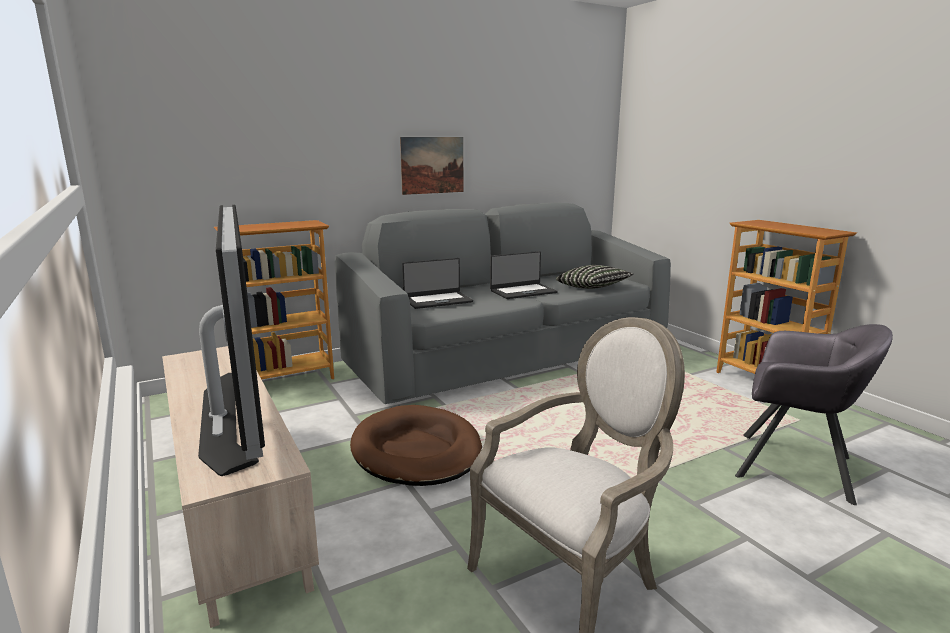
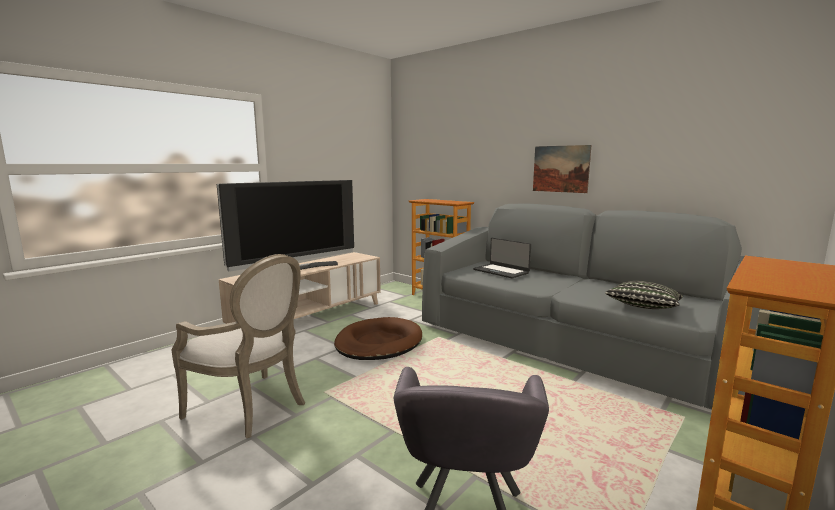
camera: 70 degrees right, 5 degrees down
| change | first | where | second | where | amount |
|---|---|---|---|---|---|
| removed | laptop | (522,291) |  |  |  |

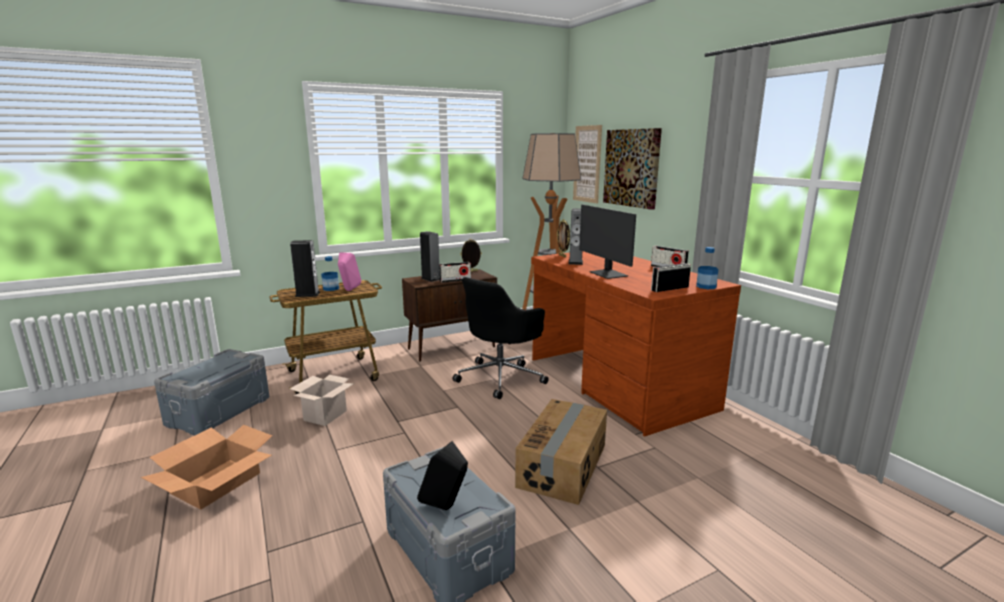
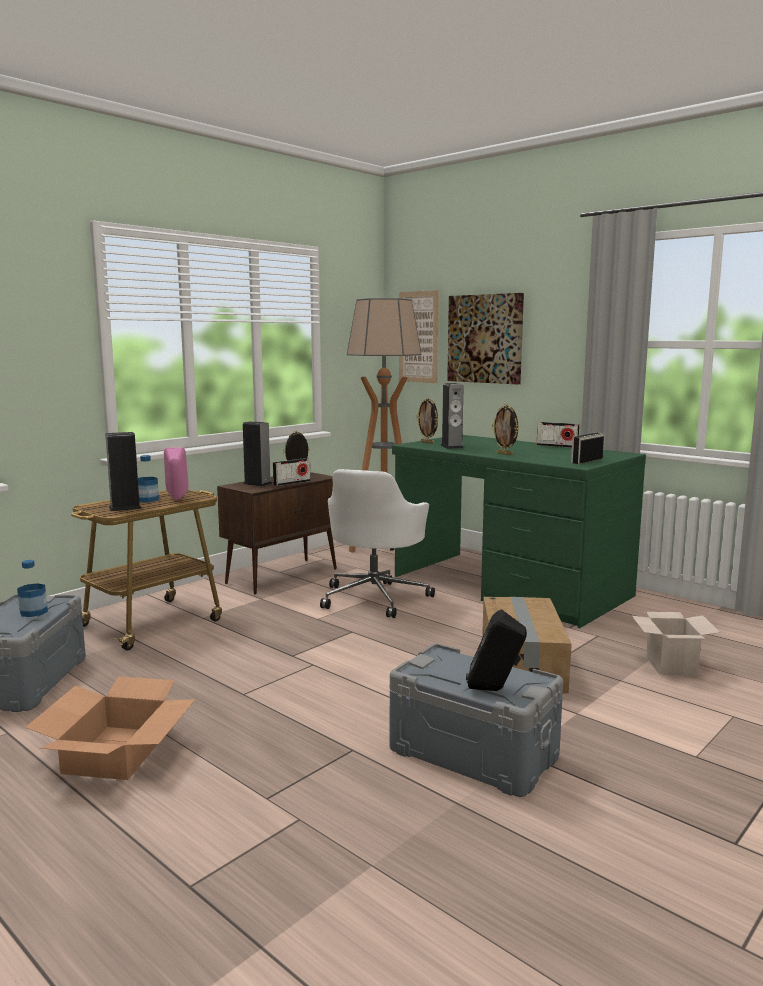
camera: 20 degrees left, 5 degrees down
| change | first | where | second | where | amount |
|---|---|---|---|---|---|
| moved | bottle | (706,286) |  | (34,612) |  |
| recoloured | black office chair | (501,377) | white office chair | (375,597) |  |
| recoloured | brown desk | (617,383) | green desk | (509,586) |  |
| replaced | monitor | (607,274) | picture frame | (505,454) |  |
| moved | cardboard box | (325,415) |  | (669,665) |  |

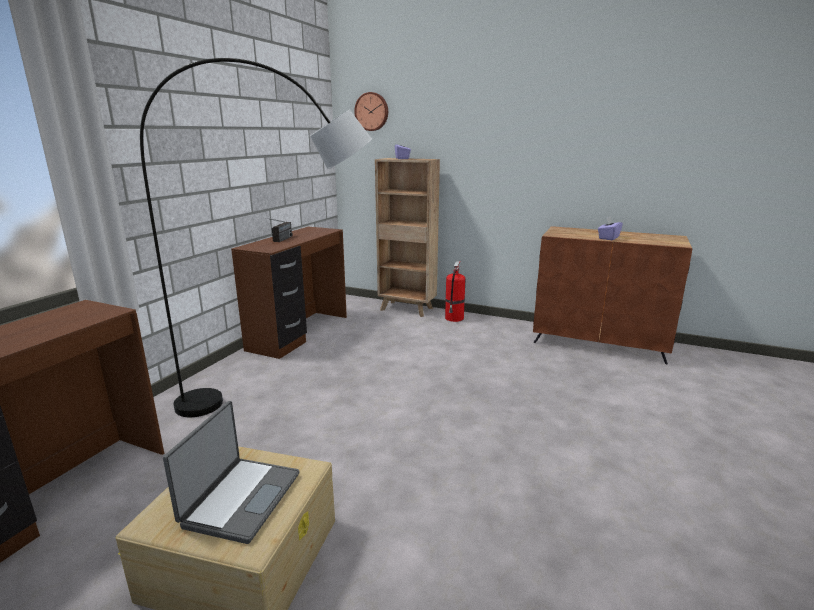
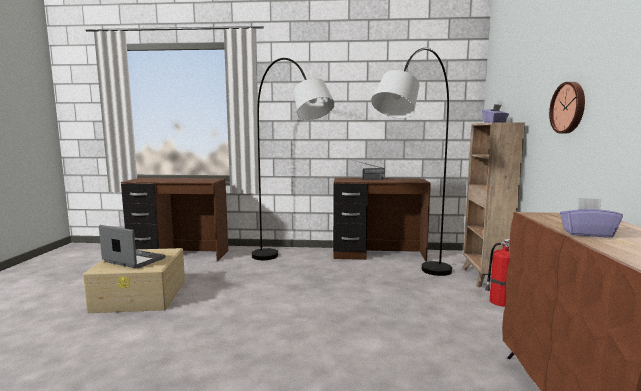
camera: 70 degrees right, 10 degrees down
| change | first | where | second | where | amount |
|---|---|---|---|---|---|
| turned | laptop | (240,499) |  | (133,260) | 150 degrees counterclockwise |
| added |  |  | grey floor lamp | (413,288) |  |
| moved | wall clock | (372,111) |  | (569,108) |  |

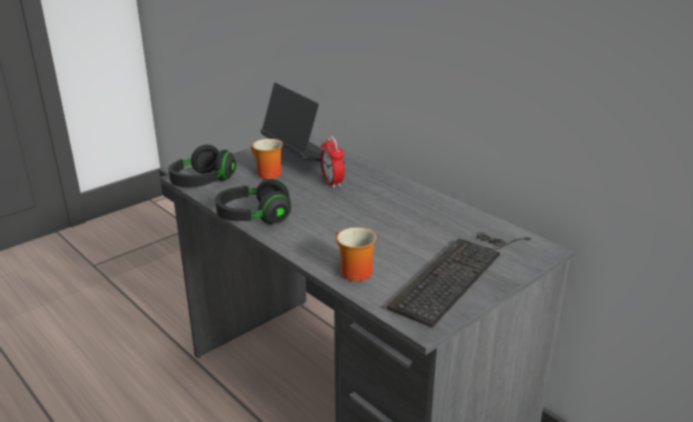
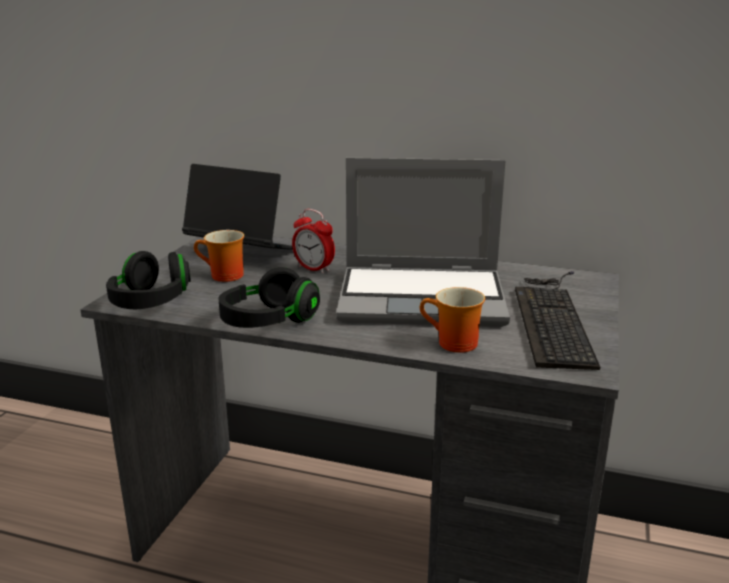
camera: 30 degrees left, 5 degrees down
| change | first | where | second | where | amount |
|---|---|---|---|---|---|
| added |  |  | laptop | (424,298) |  |

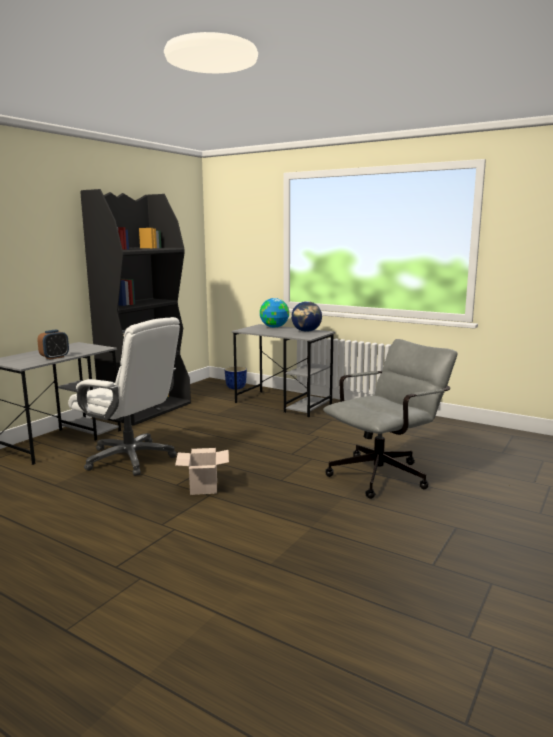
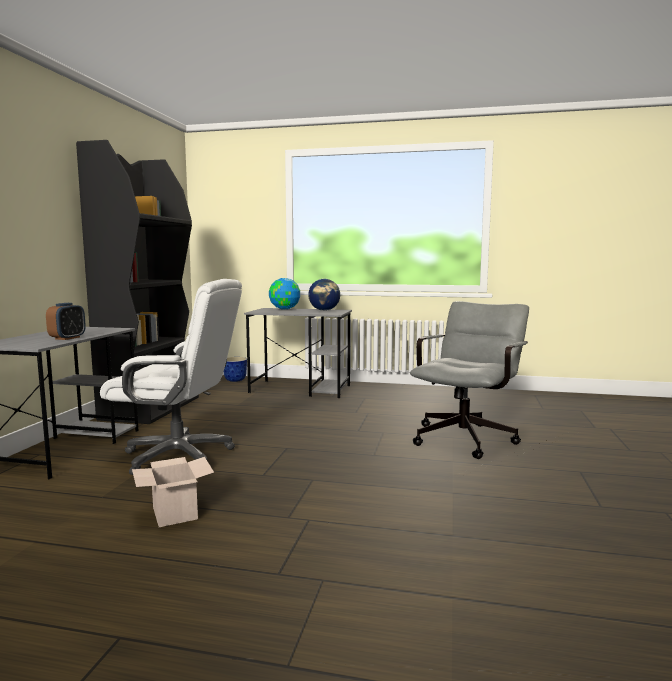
camera: 20 degrees left, 5 degrees down
| change | first | where | second | where | amount |
|---|---|---|---|---|---|
| moved | cardboard box | (203,486) |  | (173,513) |  |

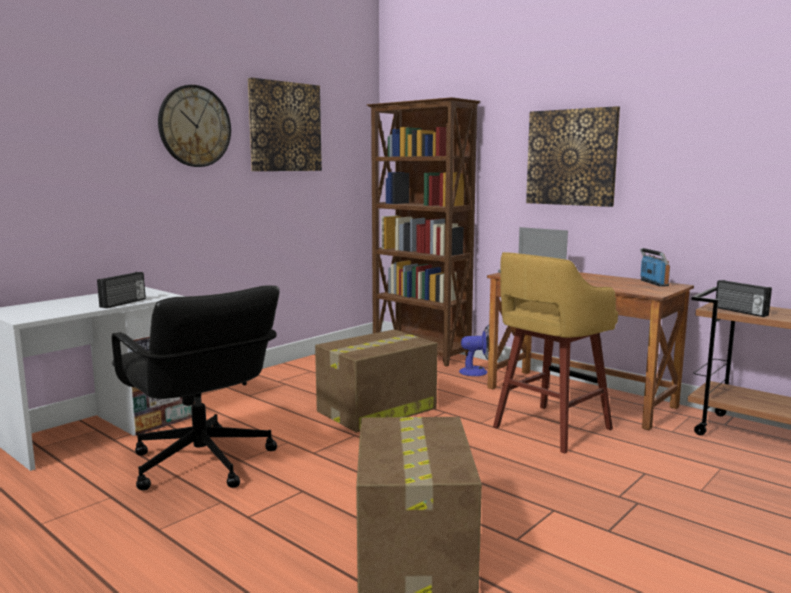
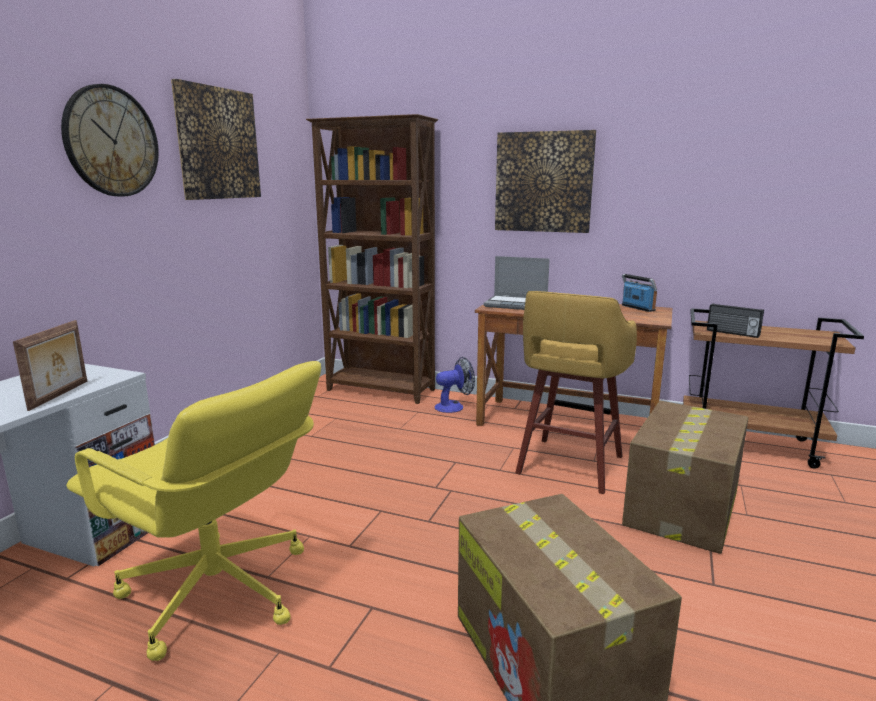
camera: 20 degrees left, 5 degrees up
| change | first | where | second | where | amount |
|---|---|---|---|---|---|
| replaced | radio | (124,303) | picture frame | (60,395) |  |
| recoloured | black office chair | (201,463) | yellow office chair | (217,593) |  |
| moved | cardboard box | (375,410) |  | (681,509) |  |

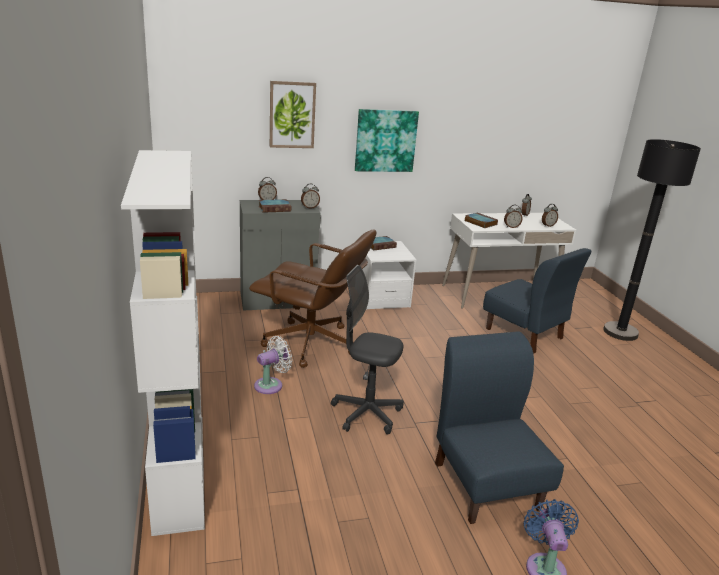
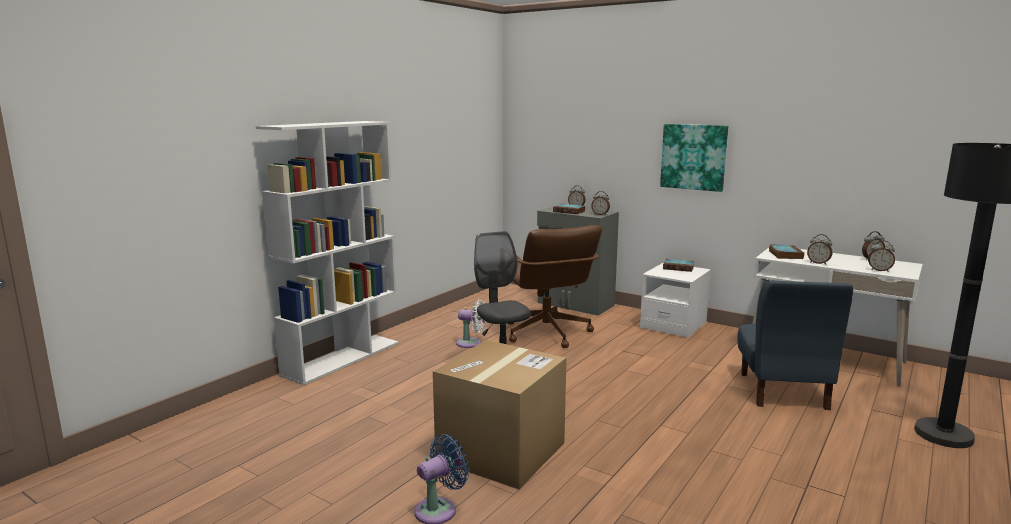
camera: 50 degrees right, 10 degrees down
| change | first | where | second | where | amount |
|---|---|---|---|---|---|
| replaced | blue chair | (486,484) | cardboard box | (501,451) |  |
| removed | picture | (292,115) |  |  |  |

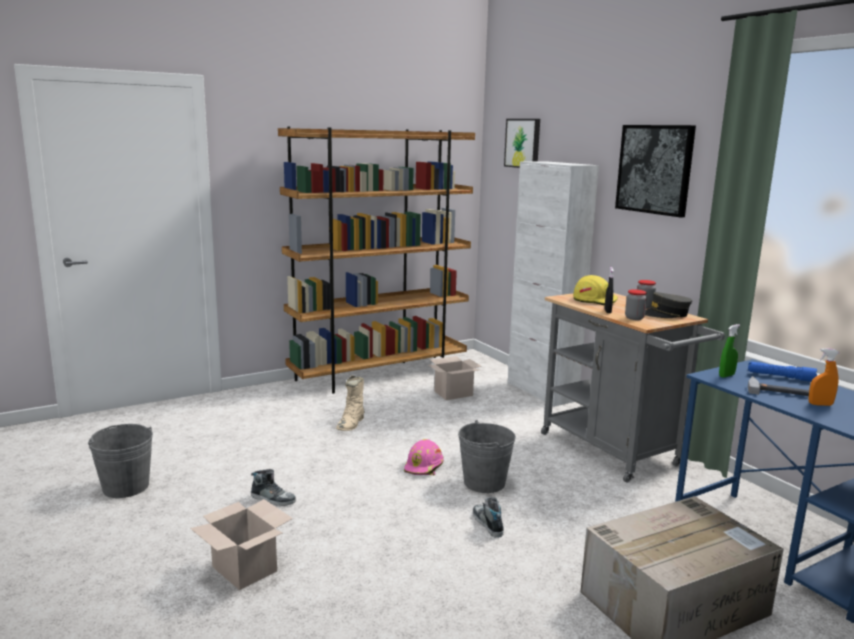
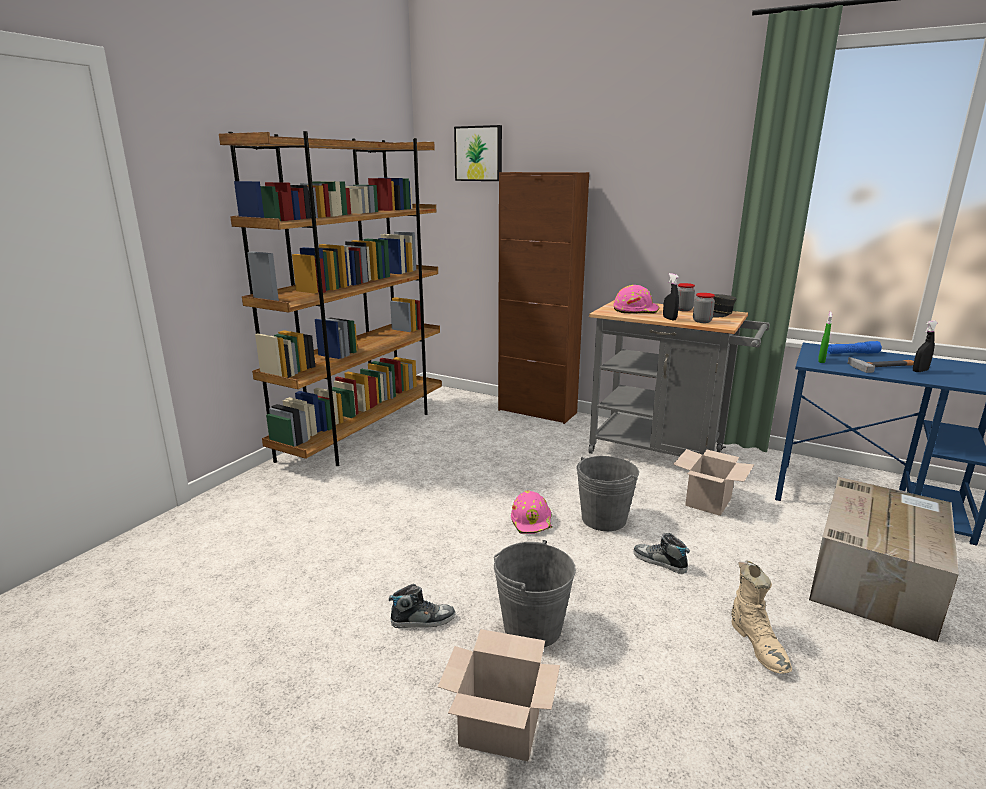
camera: 30 degrees left, 5 degrees up
| change | first | where | second | where | amount |
|---|---|---|---|---|---|
| moved | grey bucket | (126,487) |  | (532,627) |  |
| recoloured | white cabinet | (541,391) | brown cabinet | (537,411) |  |
| recoloured | yellow hard hat | (595,300) | pink hard hat | (635,310) |  |
| moved | cardboard box | (454,393) |  | (708,501) |  |
| moved | beige boot | (351,424) |  | (758,645) |  |
| recoloured | orange spray bottle | (820,404) | black spray bottle | (920,371) |  |
| removed | picture | (655,169) |  |  |  |

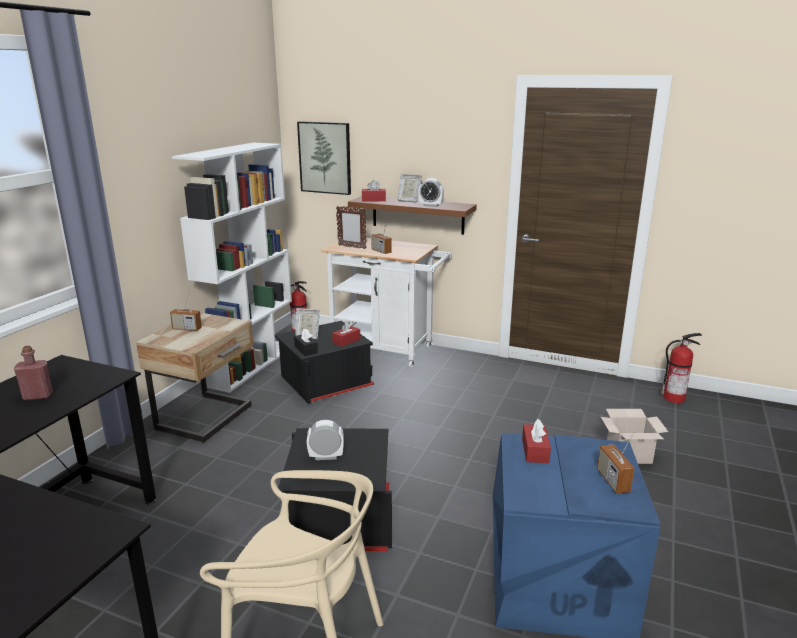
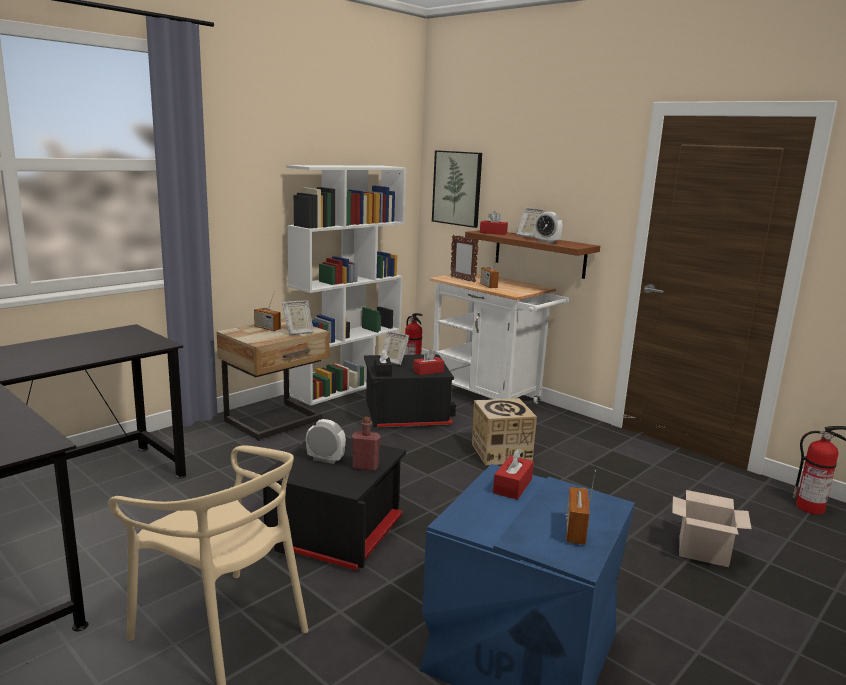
camera: 20 degrees right, 5 degrees down
| change | first | where | second | where | amount |
|---|---|---|---|---|---|
| added |  |  | picture frame | (298,332) |  |
| moved | red bottle | (38,396) |  | (365,467) |  |
| added |  |  | cardboard box | (501,452) |  |

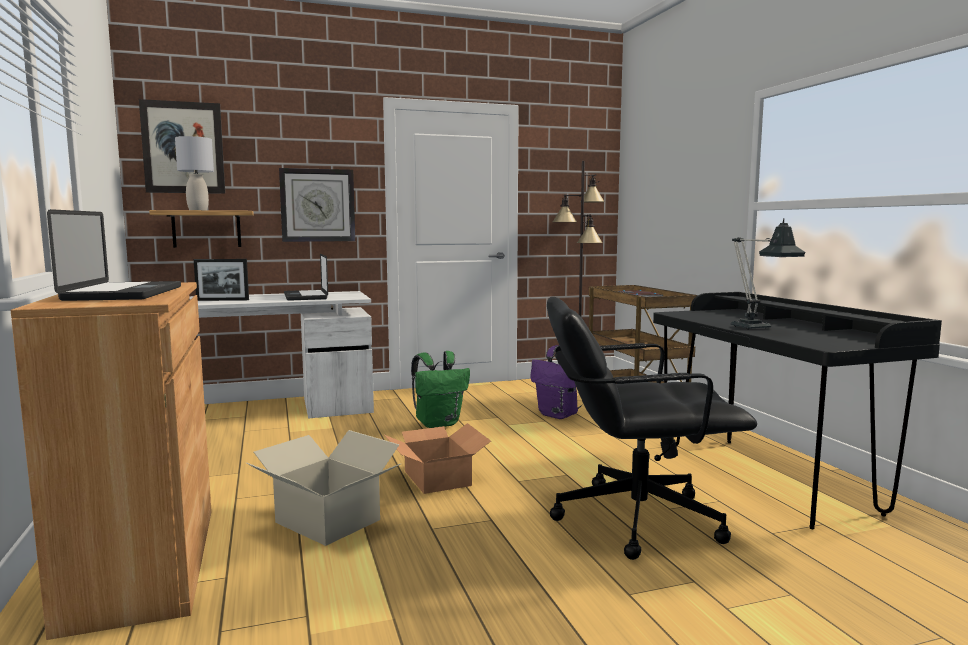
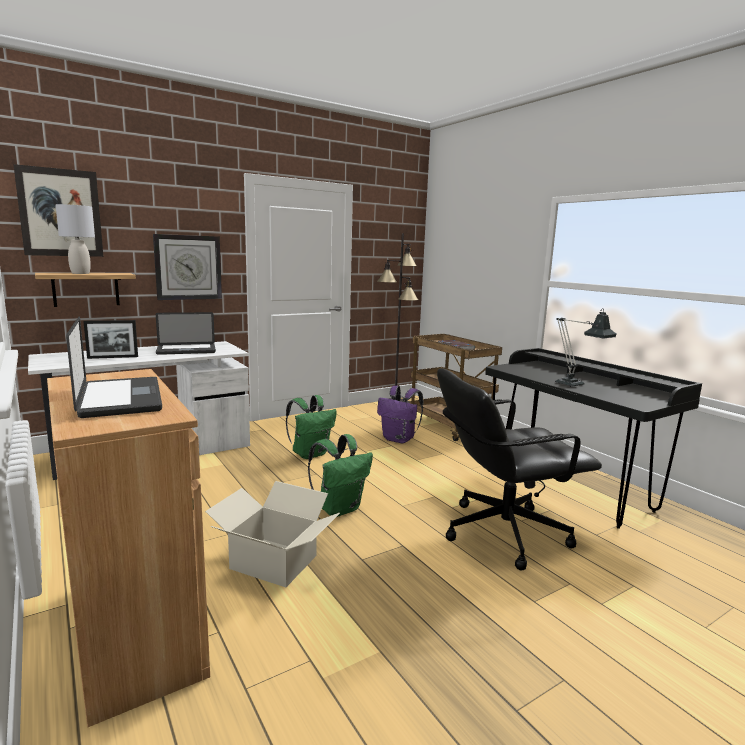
camera: 15 degrees left, 5 degrees up
| change | first | where | second | where | amount |
|---|---|---|---|---|---|
| turned | laptop | (305,296) |  | (186,350) | 75 degrees counterclockwise |
| replaced | cardboard box | (438,478) | green backpack | (339,508) |  |

